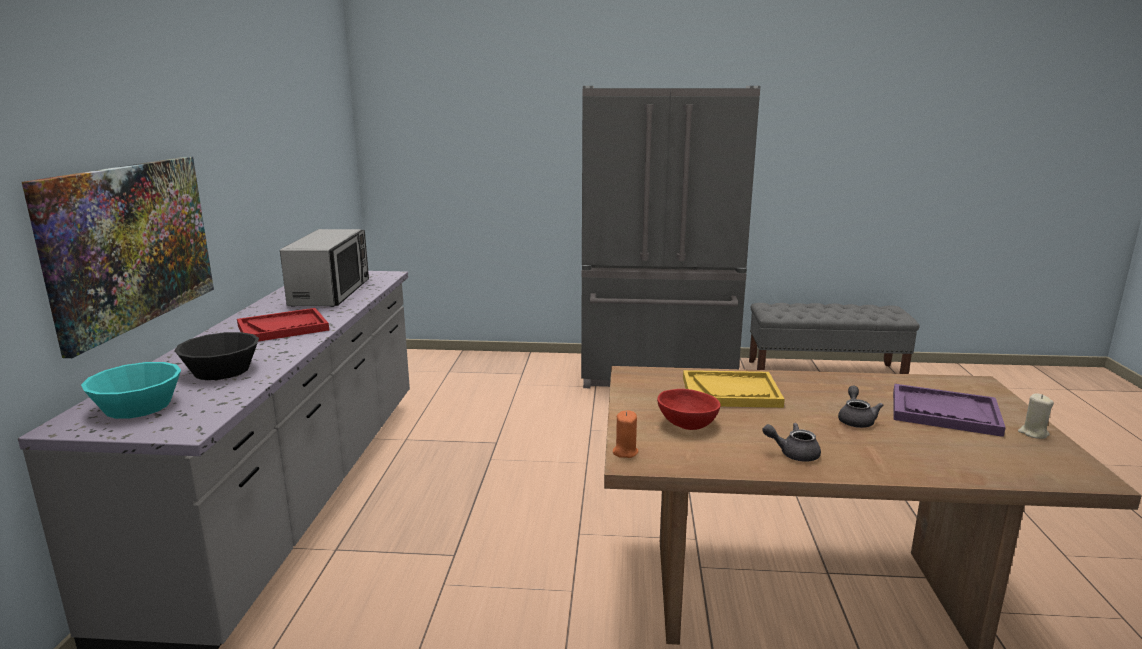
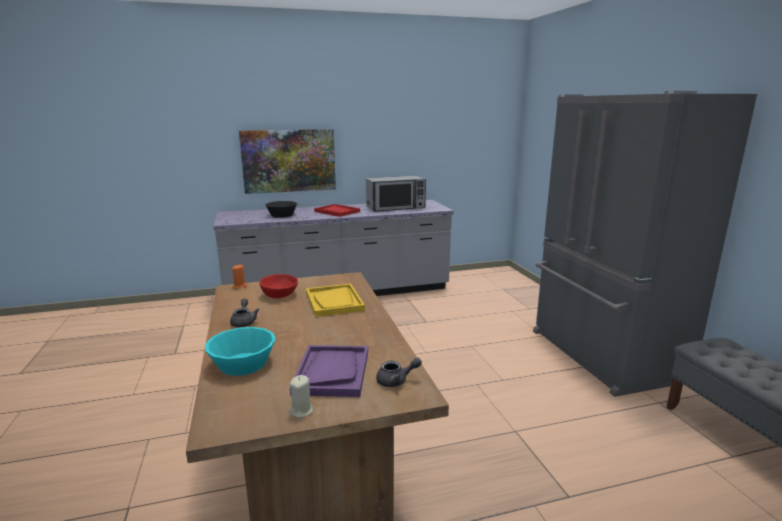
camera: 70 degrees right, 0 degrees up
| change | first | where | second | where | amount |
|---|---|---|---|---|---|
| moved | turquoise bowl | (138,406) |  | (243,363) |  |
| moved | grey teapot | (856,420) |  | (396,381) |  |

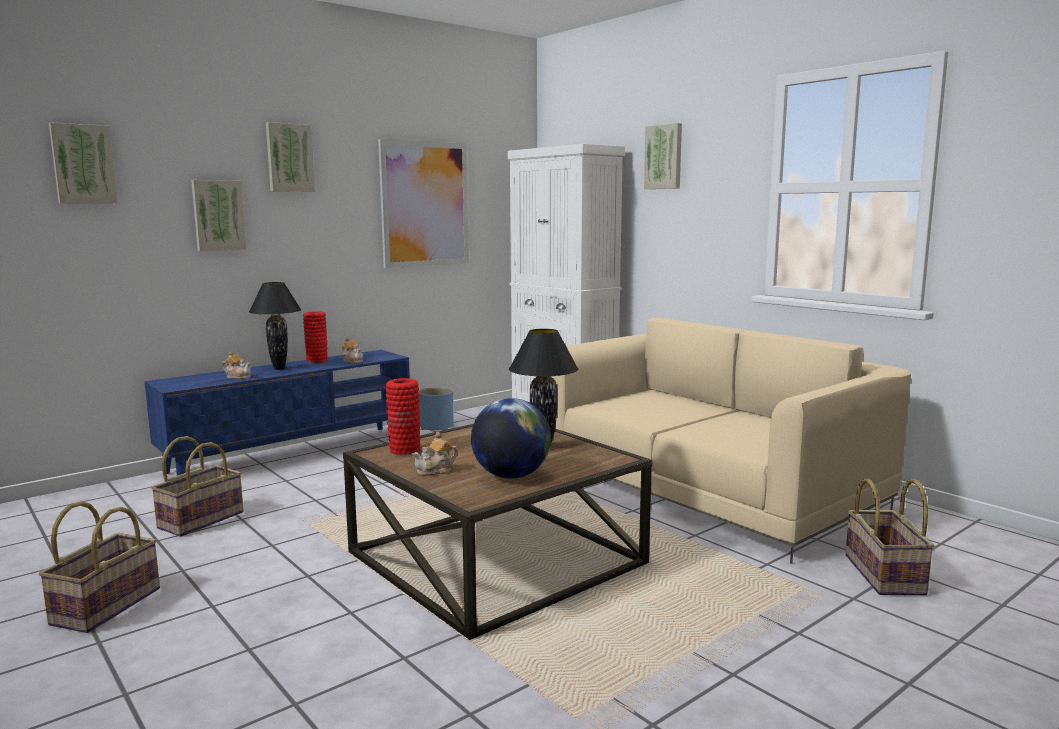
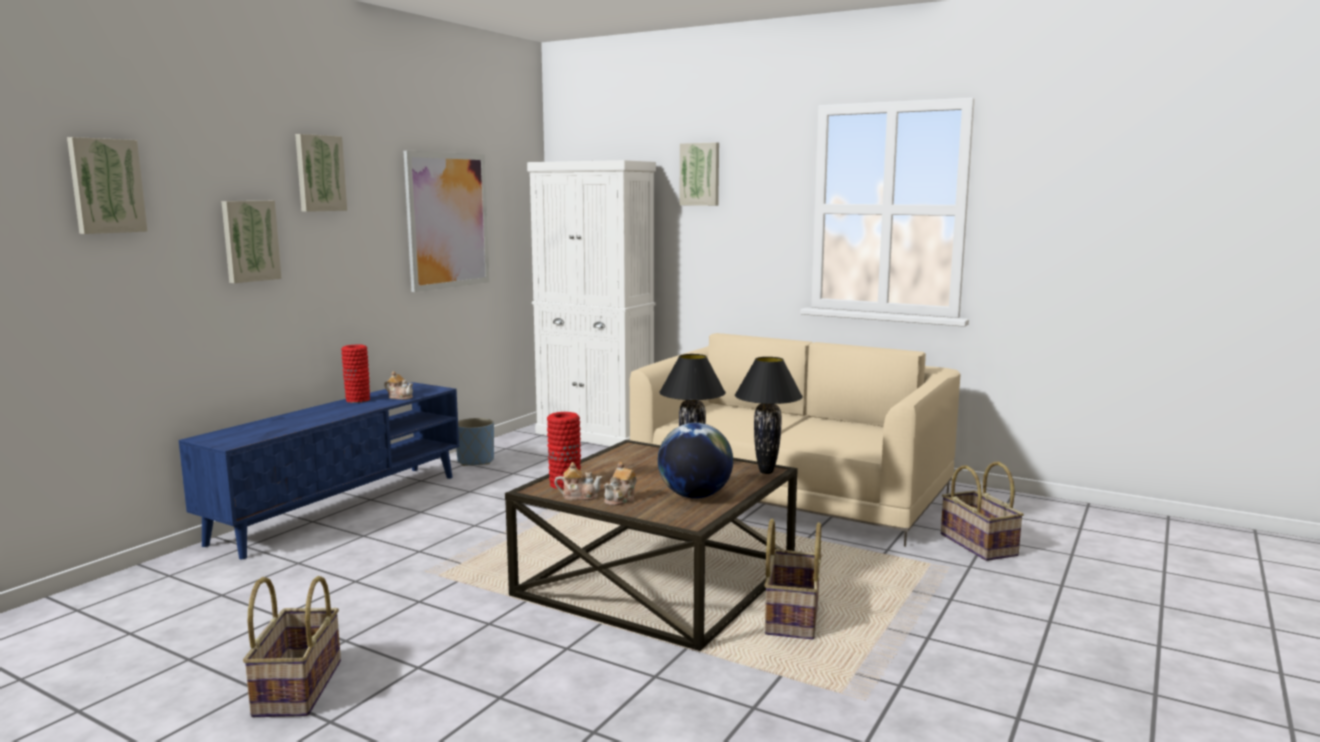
camera: 20 degrees left, 0 degrees up
| change | first | where | second | where | amount |
|---|---|---|---|---|---|
| moved | teapot | (238,377) |  | (579,496) |  |
| moved | black table lamp | (279,368) |  | (766,471) |  |
| moved | basket | (200,520) |  | (791,617) |  |

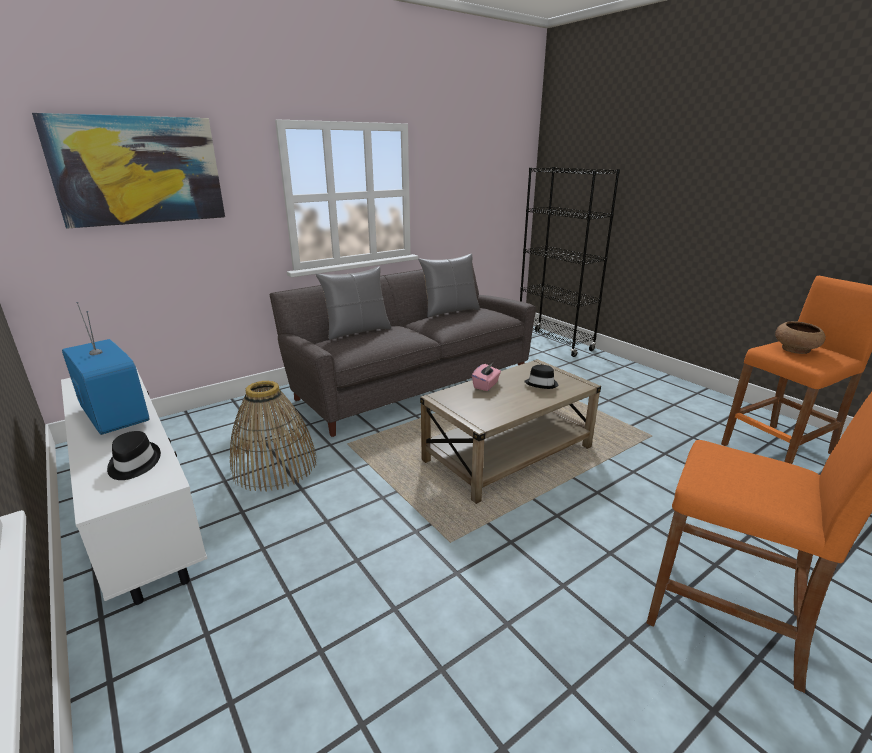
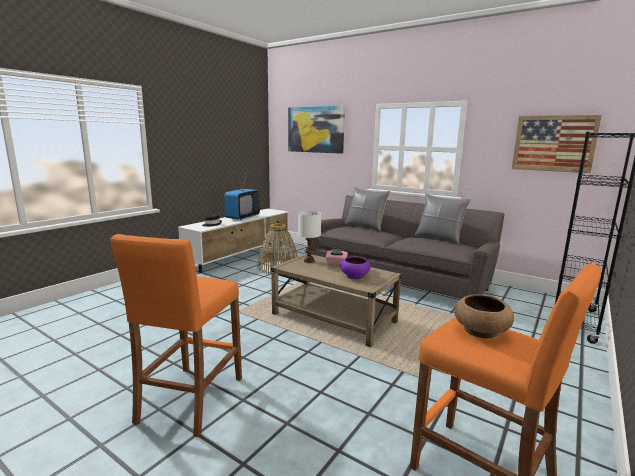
camera: 70 degrees right, 10 degrees down
| change | first | where | second | where | amount |
|---|---|---|---|---|---|
| added |  |  | white table lamp | (308,261) |  |
| replaced | black hat | (541,383) | purple bowl | (355,276) |  |
| added |  |  | picture | (553,143) |  |

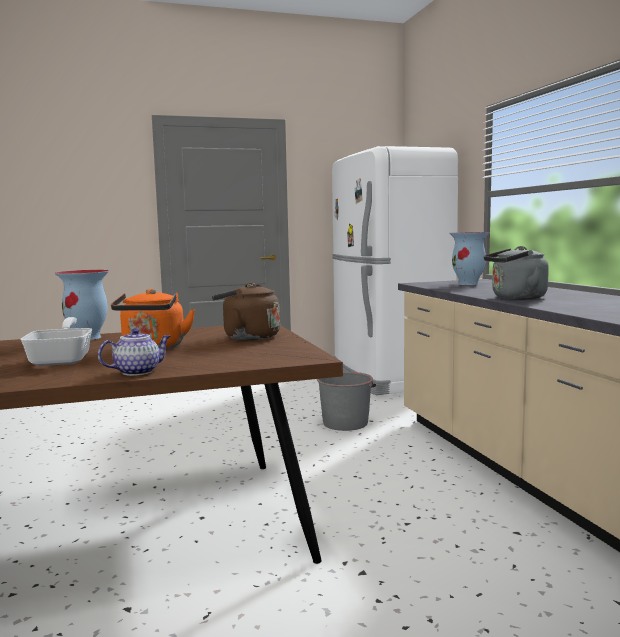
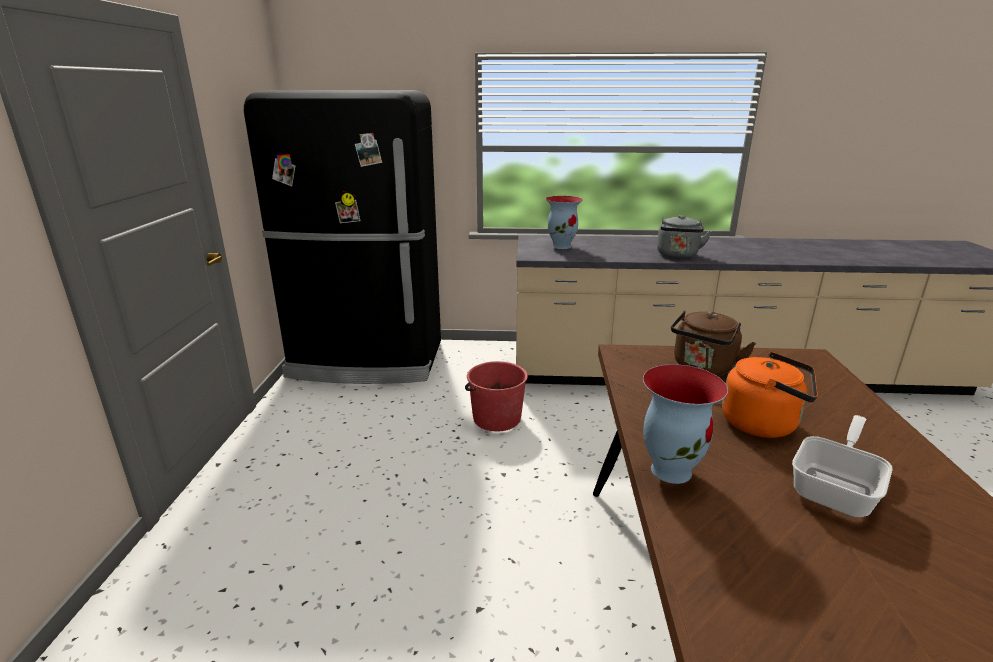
camera: 70 degrees left, 15 degrees up
| change | first | where | second | where | amount |
|---|---|---|---|---|---|
| recoloured | white fridge | (386,377) | black fridge | (368,360) |  |
| recoloured | grey bucket | (345,423) | red bucket | (496,418) |  |
| turned | frying pan | (63,359) |  | (837,489) | 120 degrees clockwise |
| removed | teapot | (138,371) |  |  |  |

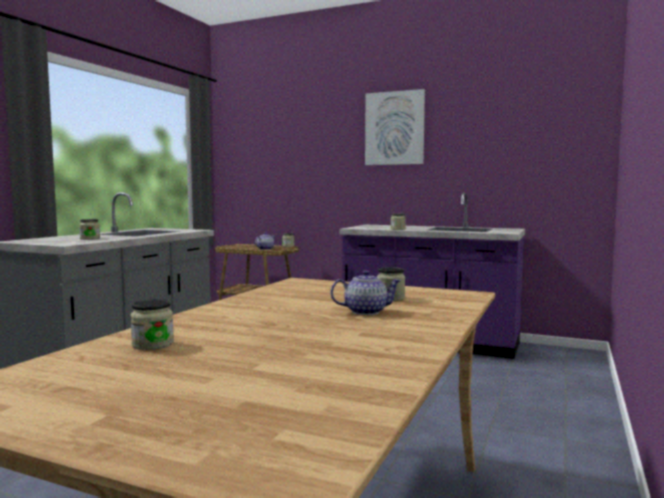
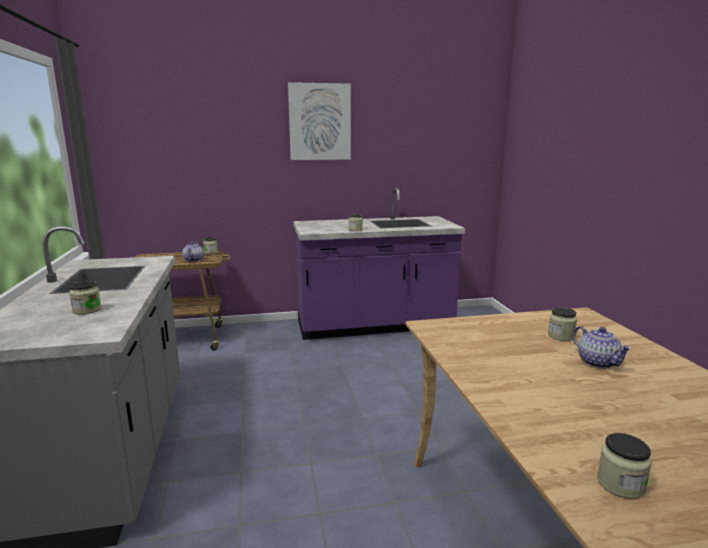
camera: 35 degrees left, 10 degrees up
| change | first | where | second | where | amount |
|---|---|---|---|---|---|
| turned | teapot | (365,311) |  | (597,362) | 105 degrees clockwise |

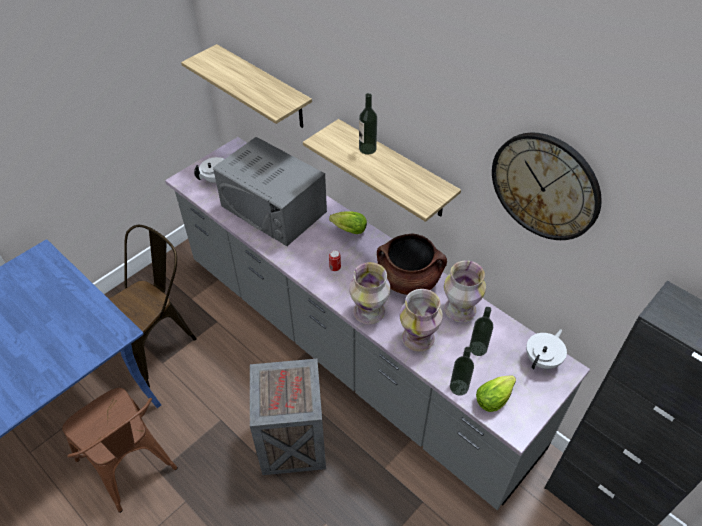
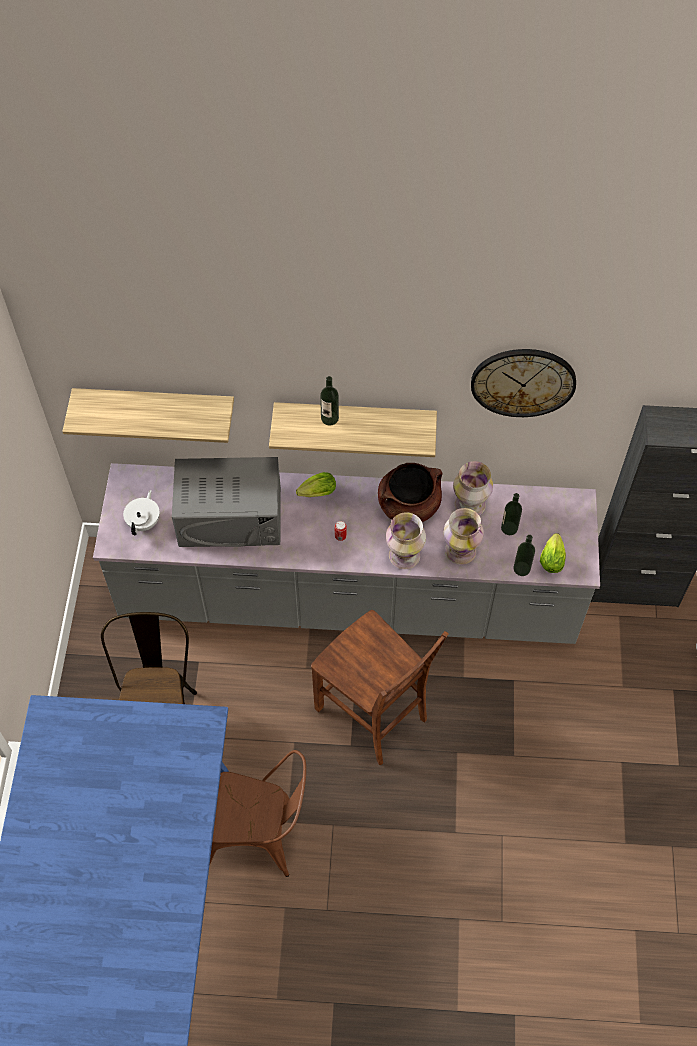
camera: 40 degrees left, 10 degrees up
| change | first | where | second | where | amount |
|---|---|---|---|---|---|
| replaced | crate | (291,443) | brown chair | (373,715) |  |
| removed | white teapot | (542,360) |  |  |  |

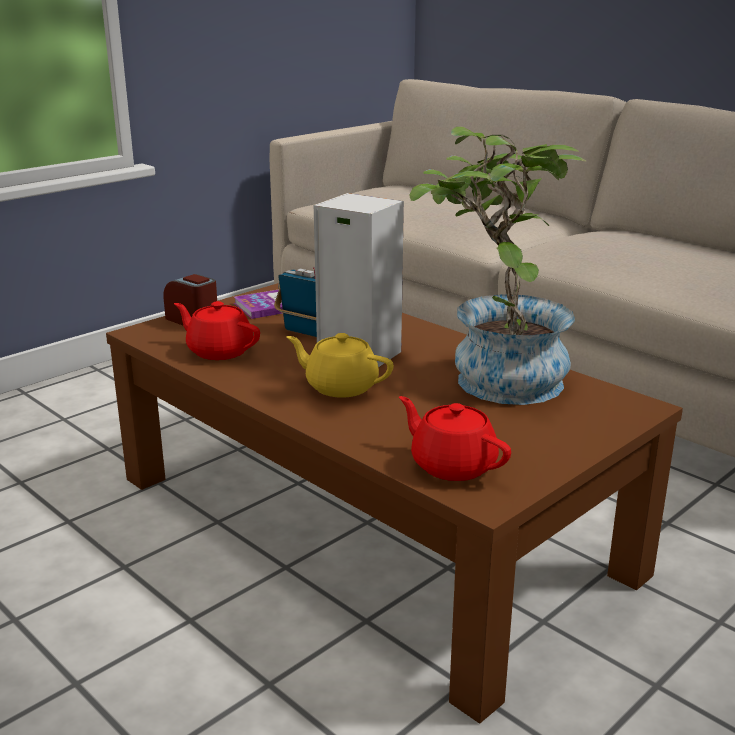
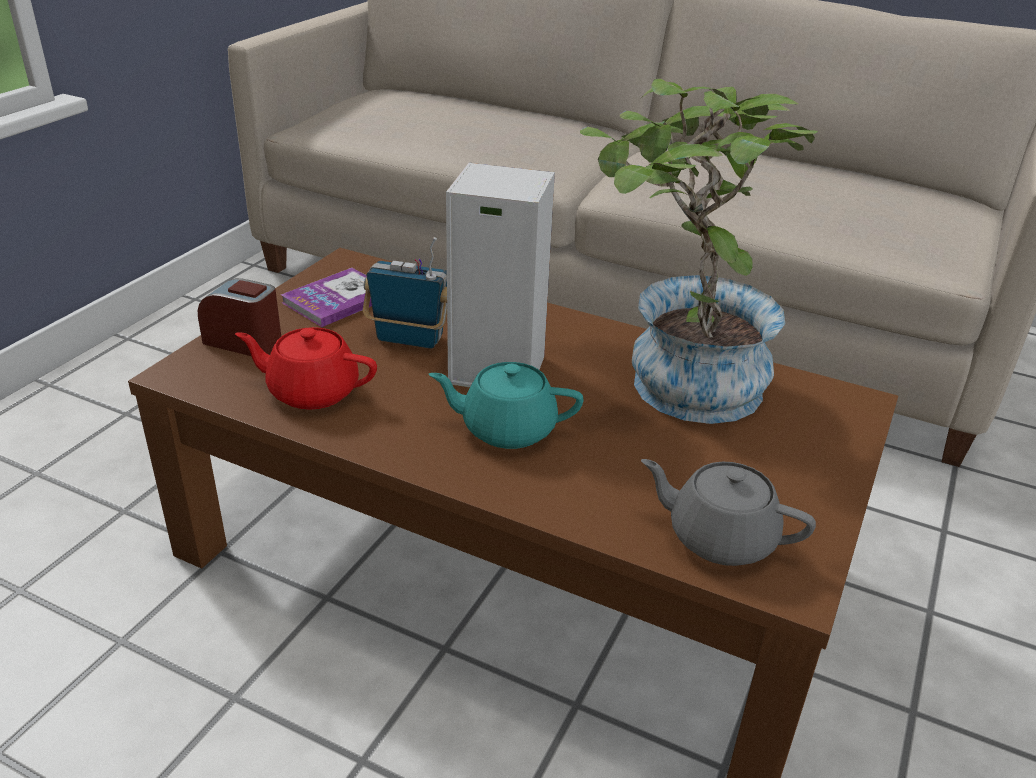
camera: 20 degrees left, 10 degrees up
| change | first | where | second | where | amount |
|---|---|---|---|---|---|
| recoloured | yellow teapot | (340,387) | turquoise teapot | (507,428) |  |
| recoloured | red teapot | (452,465) | grey teapot | (719,537) |  |

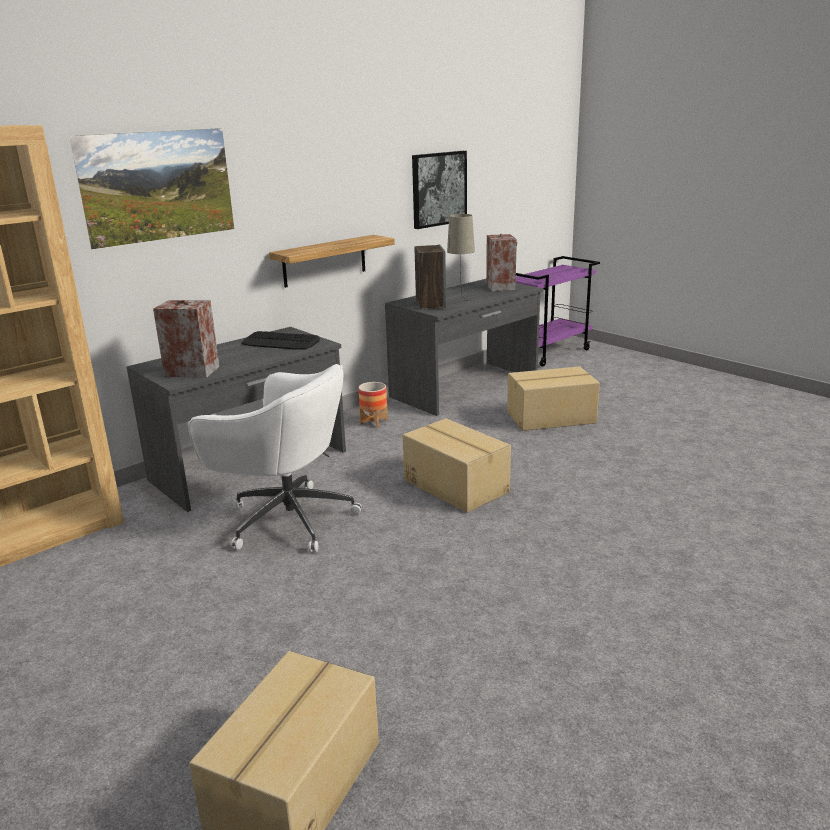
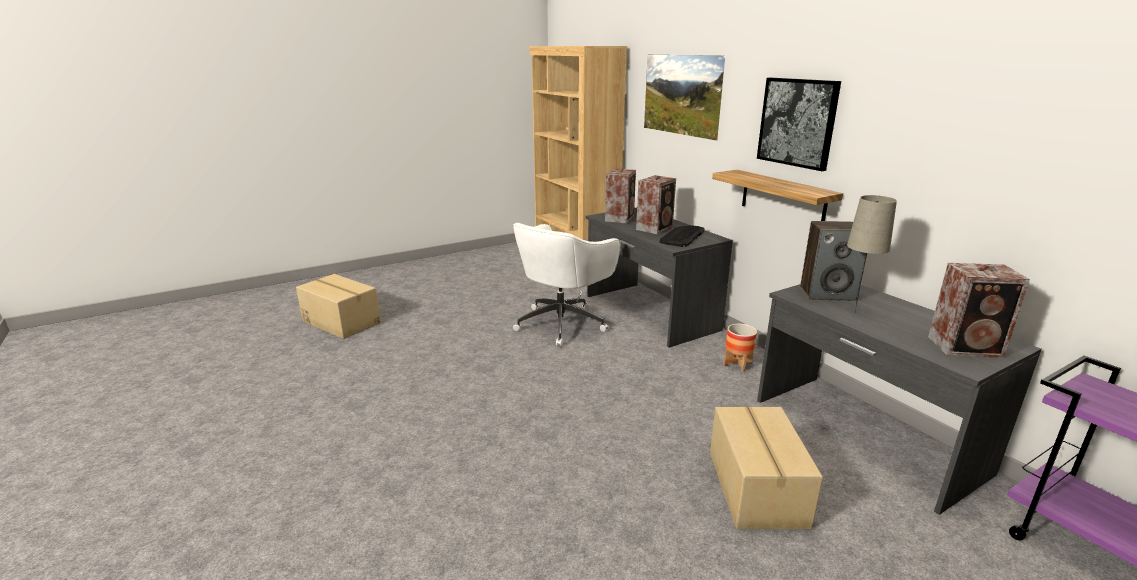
camera: 100 degrees right, 0 degrees up
| change | first | where | second | where | amount |
|---|---|---|---|---|---|
| added |  |  | speaker | (655,228) |  |
| moved | picture | (438,189) |  | (797,122) |  |
| removed | cardboard box | (456,485) |  |  |  |

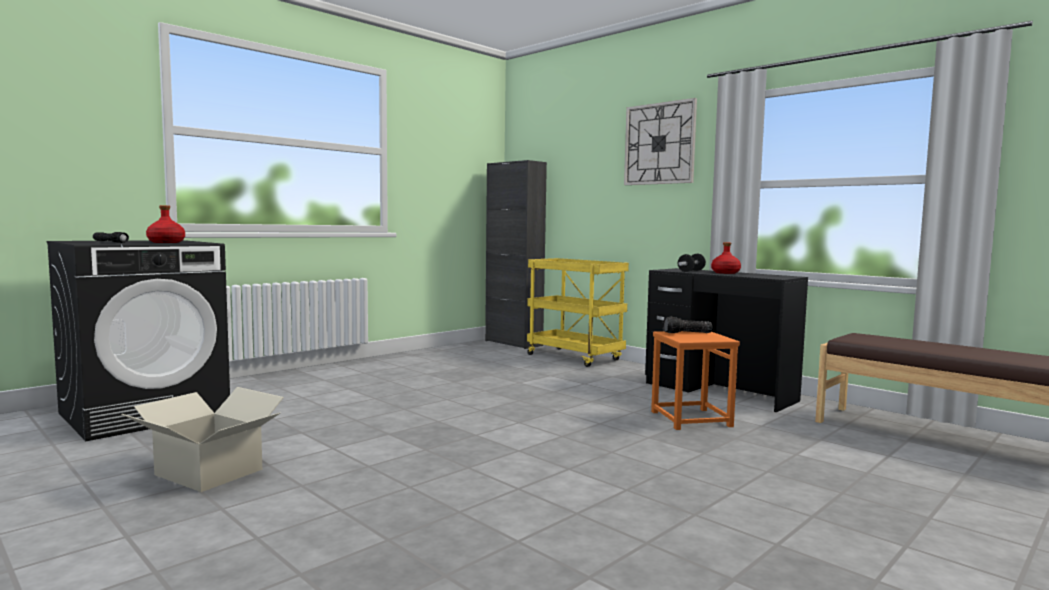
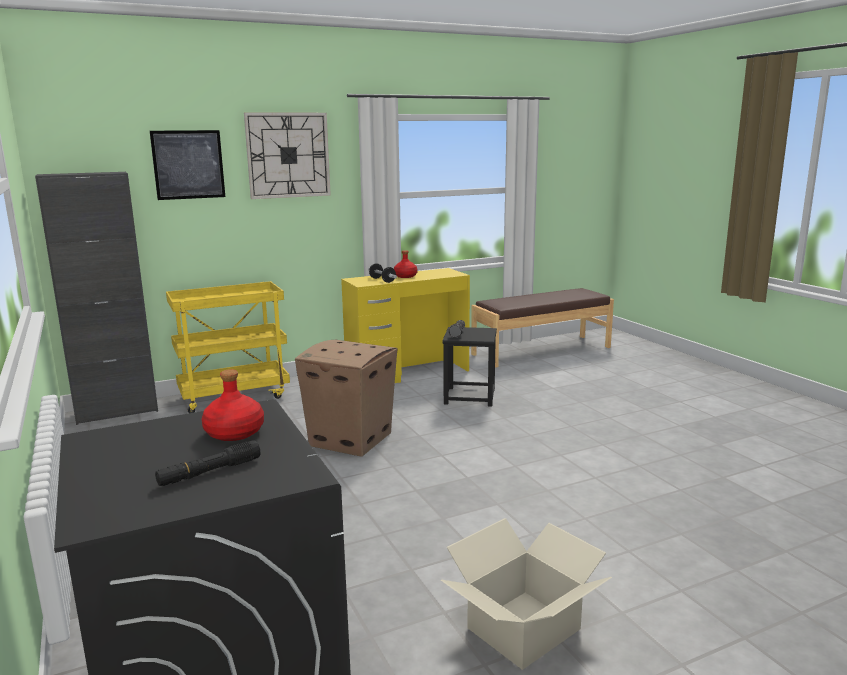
camera: 70 degrees left, 10 degrees up
| change | first | where | second | where | amount |
|---|---|---|---|---|---|
| added |  |  | picture | (188,164) |  |
| added |  |  | cardboard box | (351,439) |  |
| recoloured | black desk | (719,392) | yellow desk | (407,373) |  |
| recoloured | orange stool | (690,419) | black stool | (469,397) |  |

